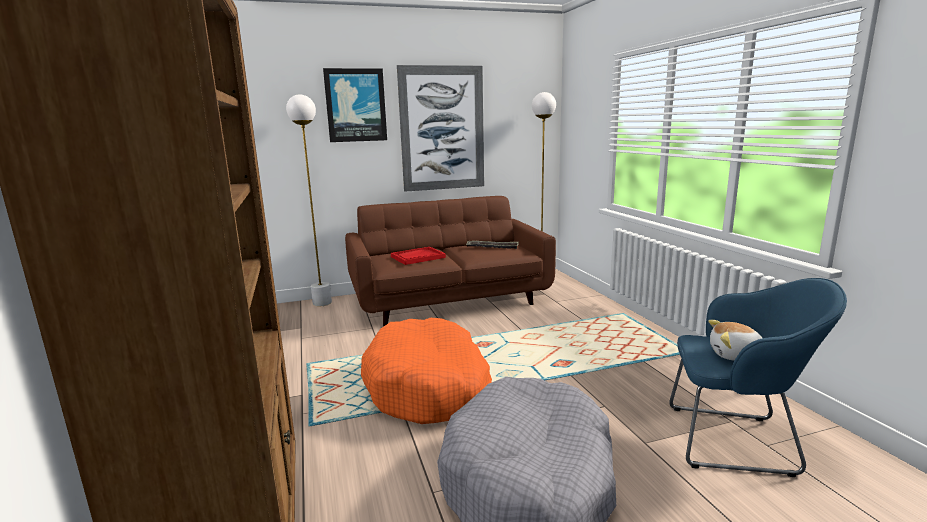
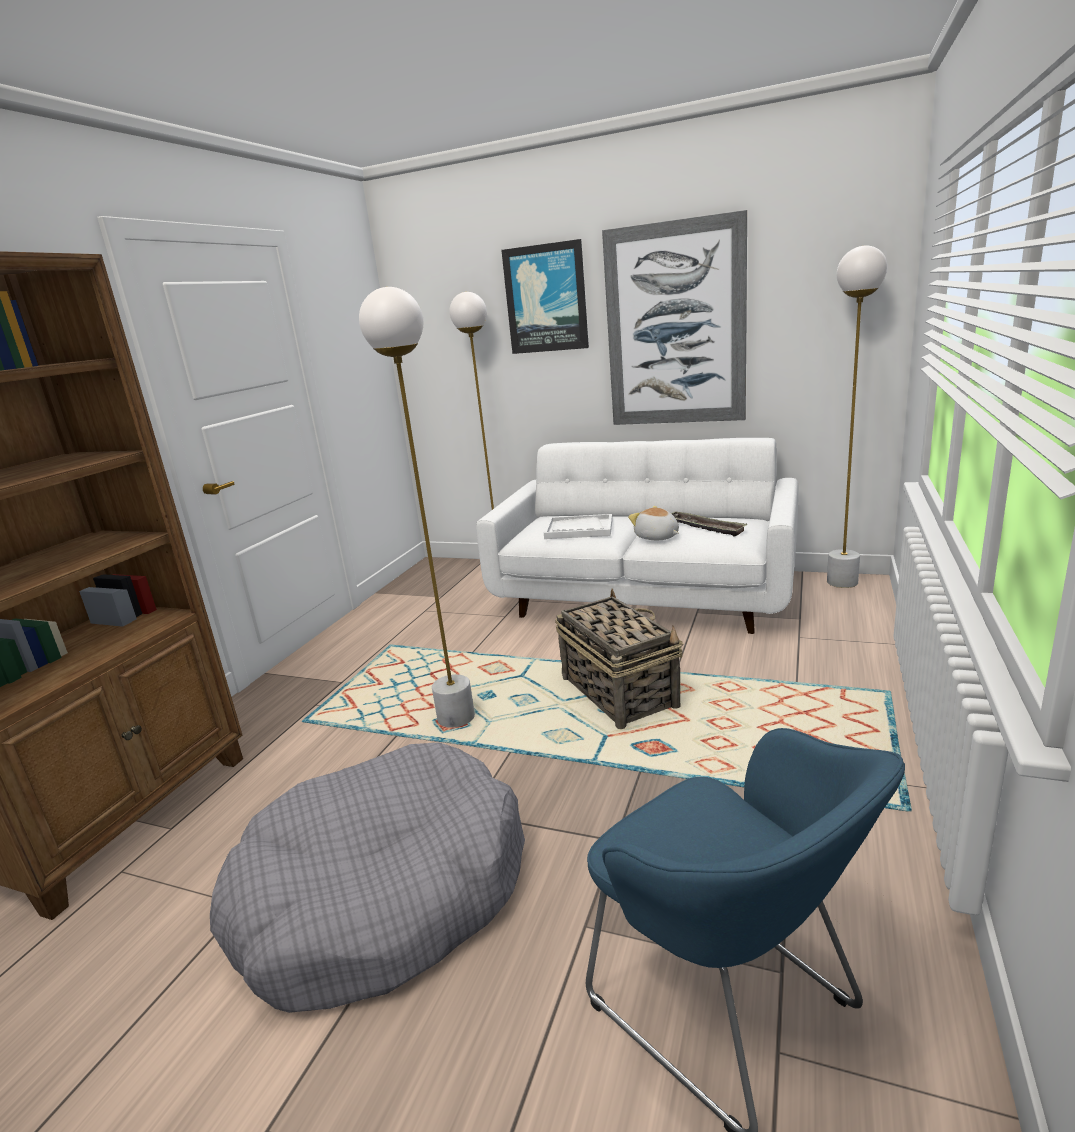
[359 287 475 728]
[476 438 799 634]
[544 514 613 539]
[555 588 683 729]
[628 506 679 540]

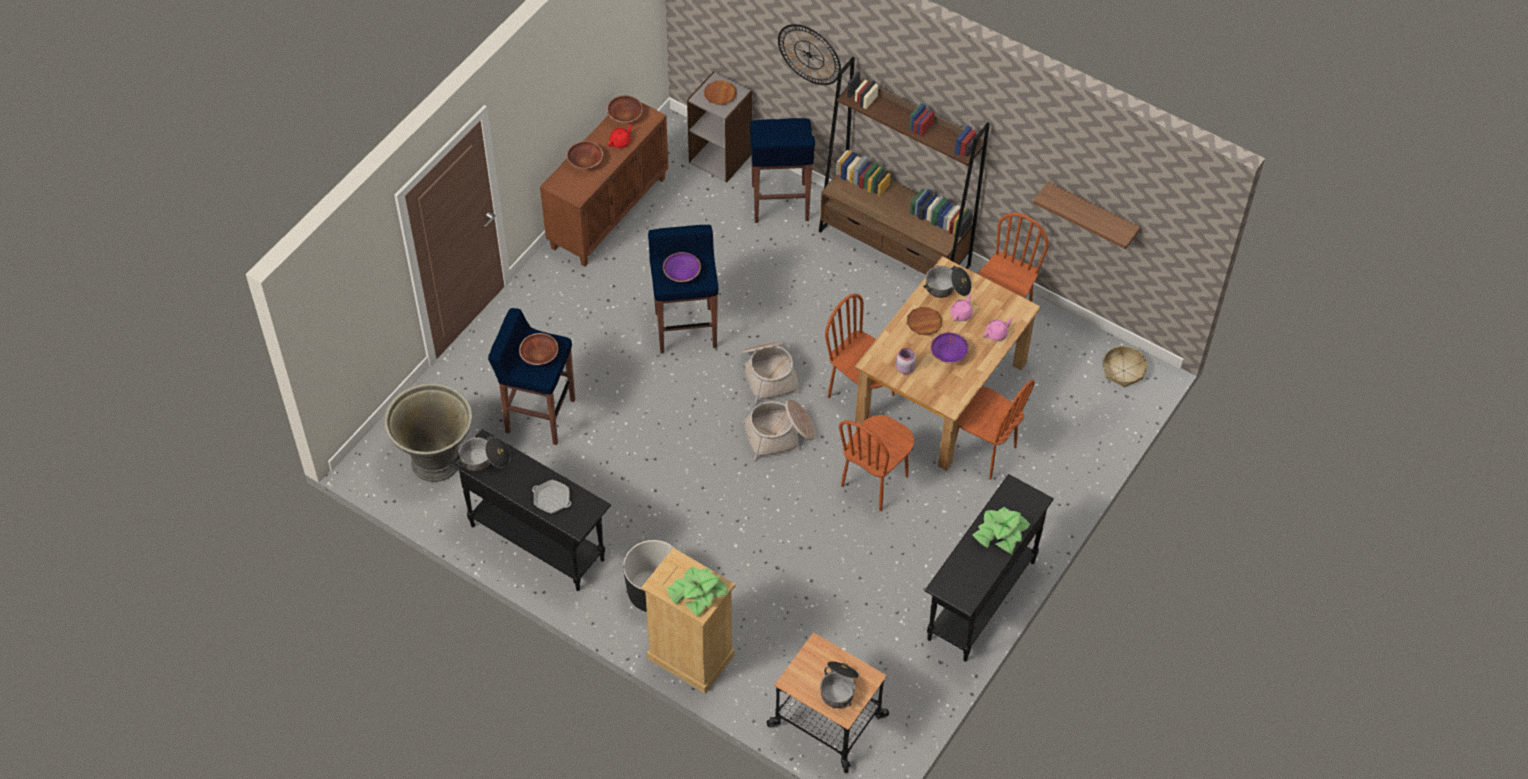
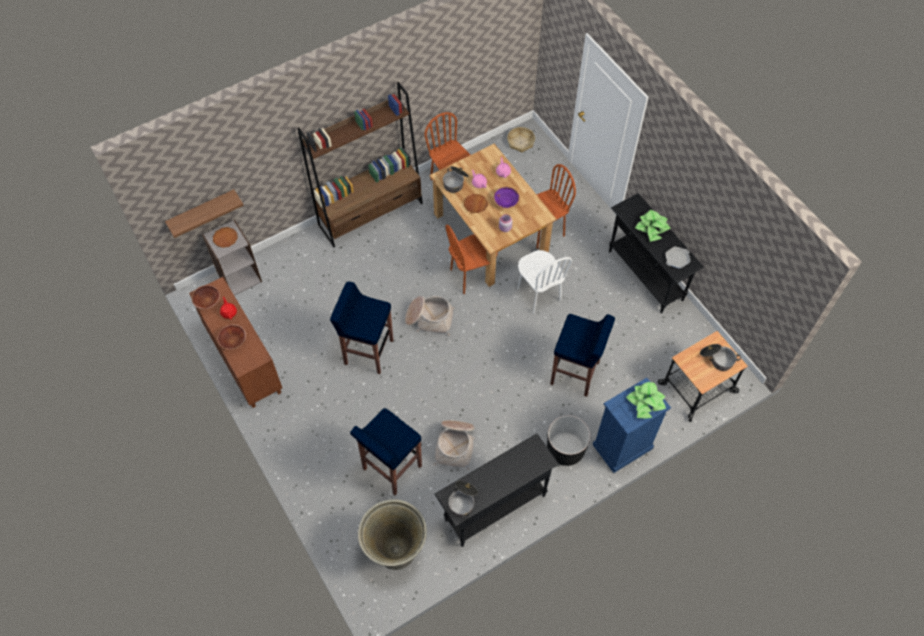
[165 189 244 238]
[434 420 475 470]
[517 250 572 314]
[550 314 615 397]
[593 378 671 473]
[665 246 690 269]
[519 333 558 365] (first image)
[663 252 701 282] (first image)
[778 24 841 85] (first image)

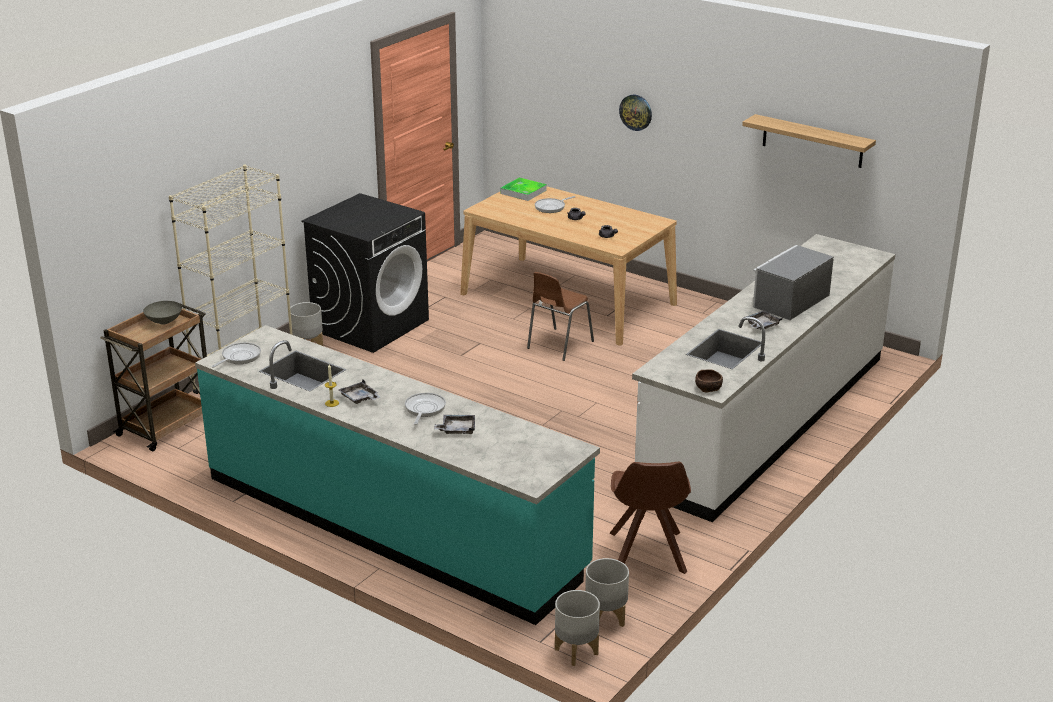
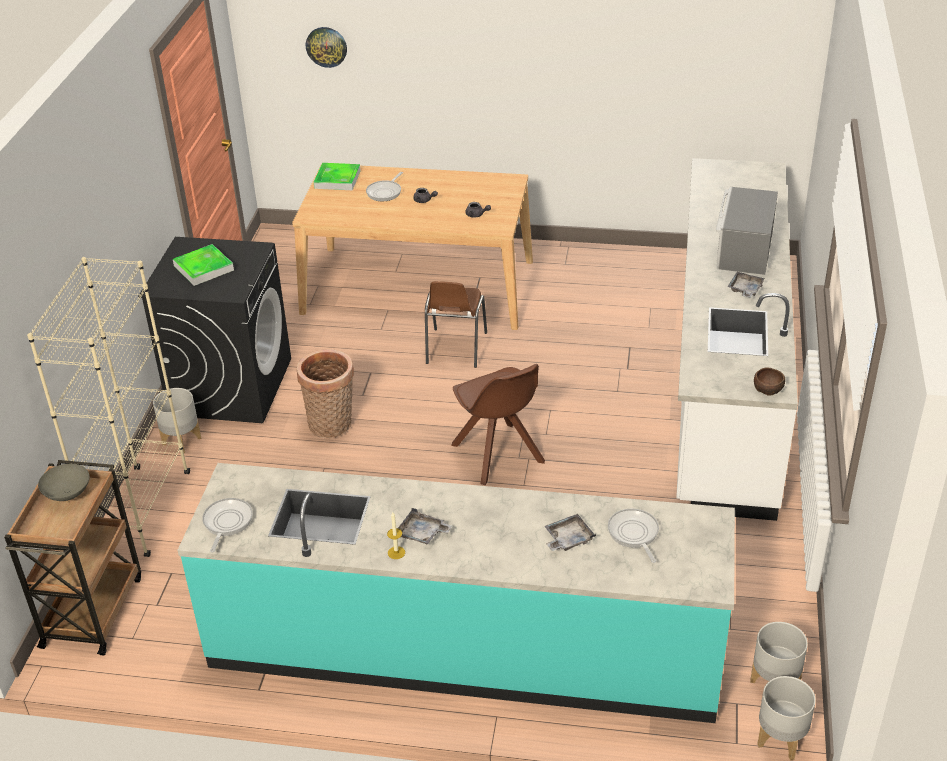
[173 244 234 286]
[297 349 354 438]
[306 27 347 68]
[451 364 545 485]
[608 509 659 563]
[742 114 876 168] (first image)

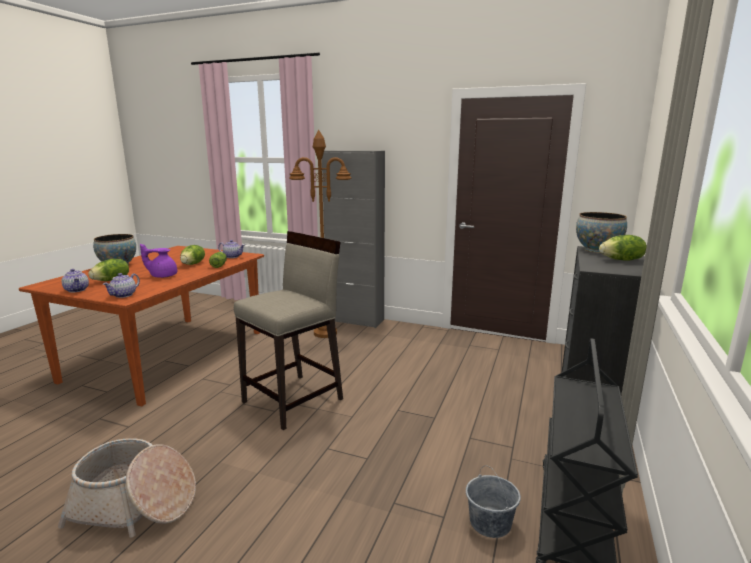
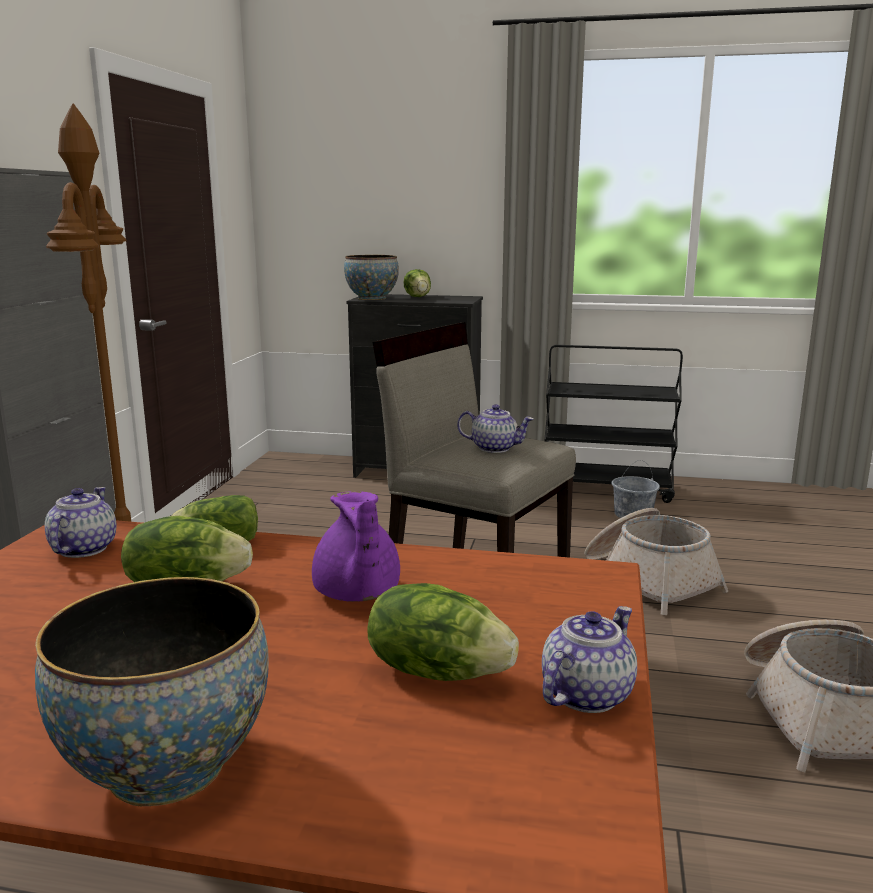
[457 404 534 453]
[585 508 728 615]

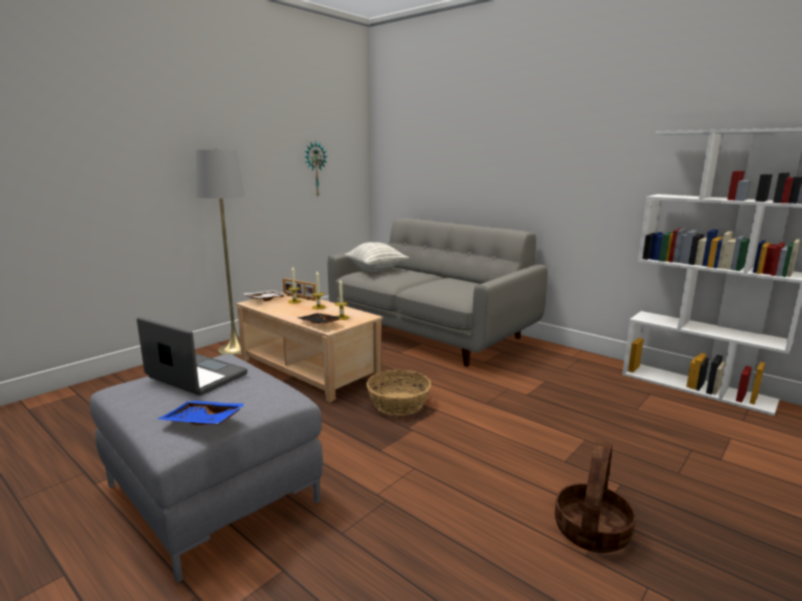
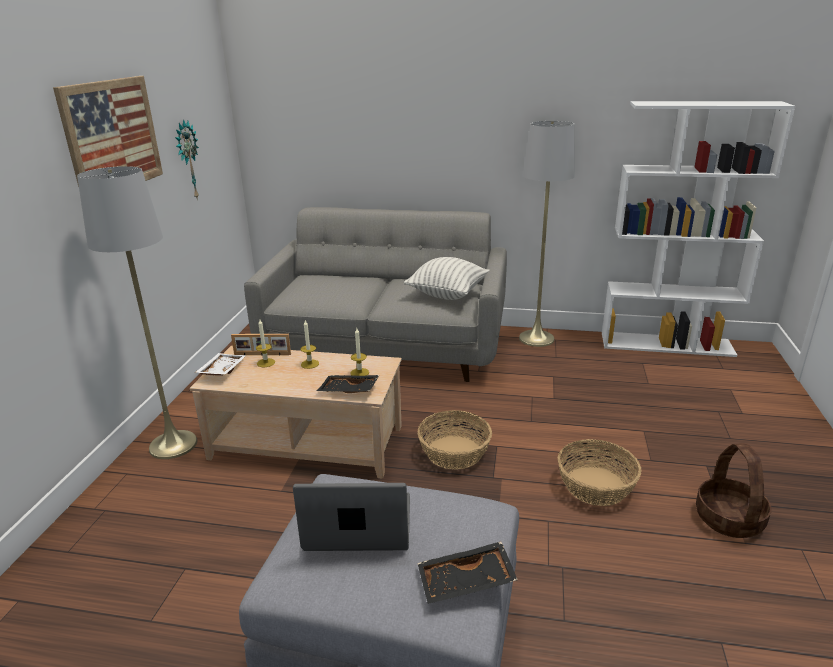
[53 76 163 187]
[404 257 490 300]
[418 541 518 604]
[519 121 575 347]
[558 439 642 506]

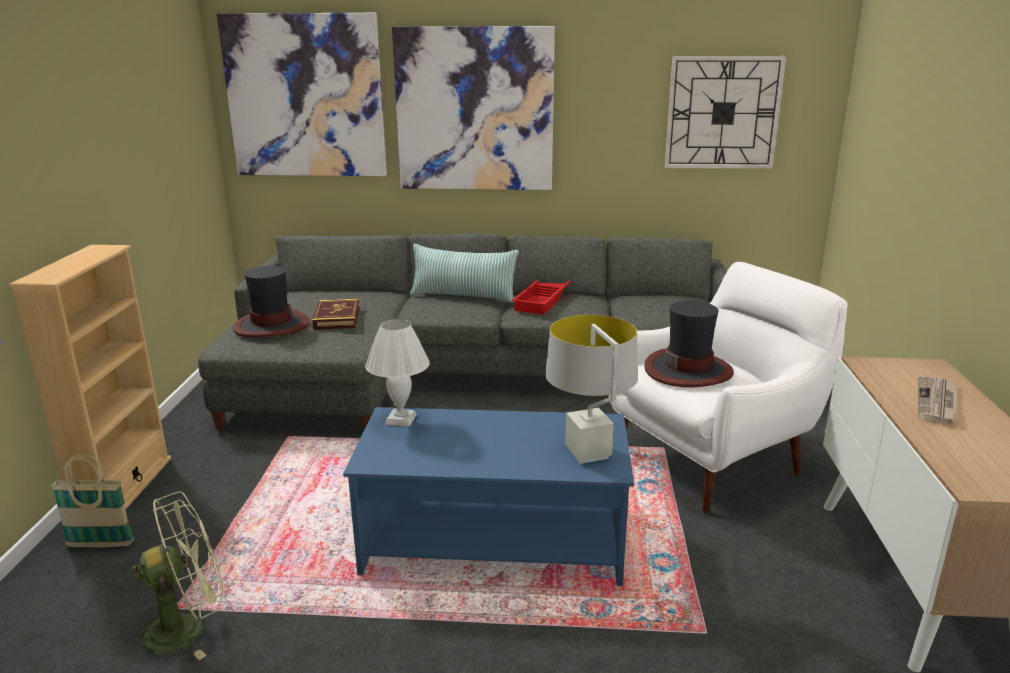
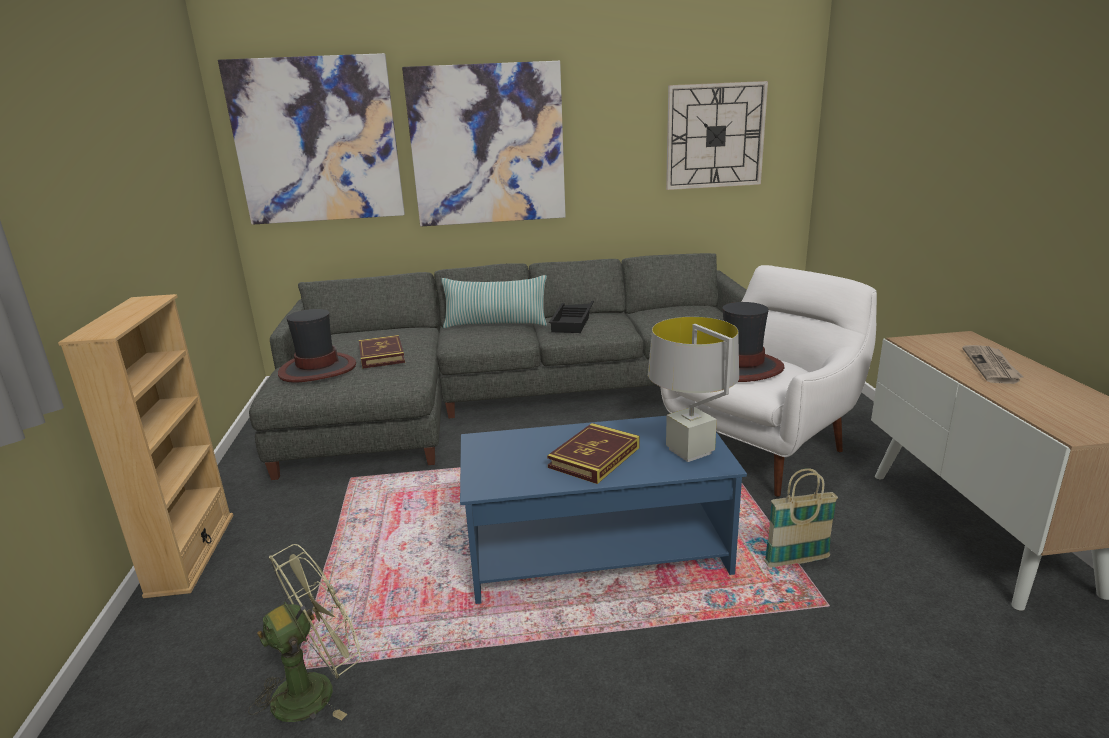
[547 423 640 484]
[549 301 594 333]
[764 468 838 568]
[365 319 430 427] (first image)

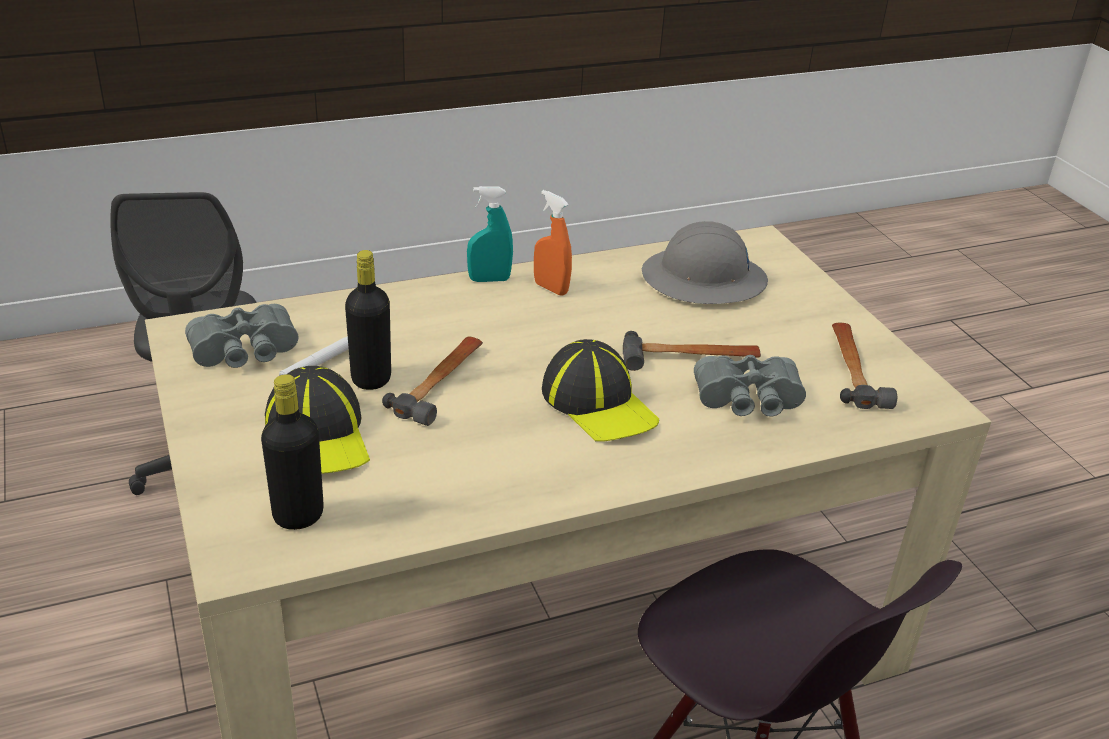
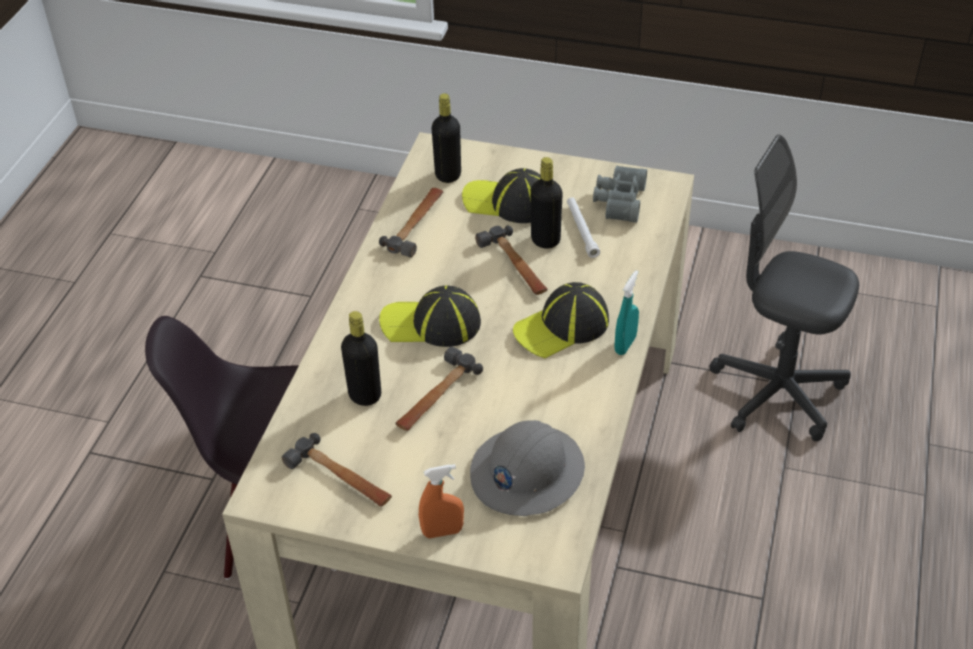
[341 311 381 406]
[379 188 443 257]
[419 464 464 538]
[513 282 609 358]

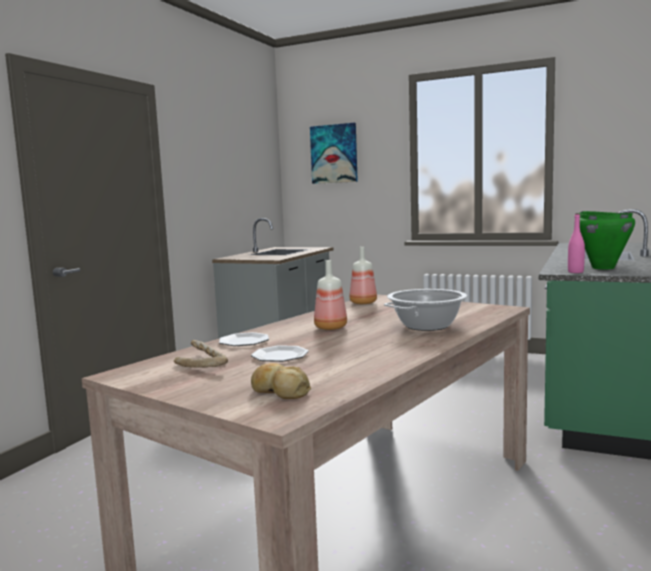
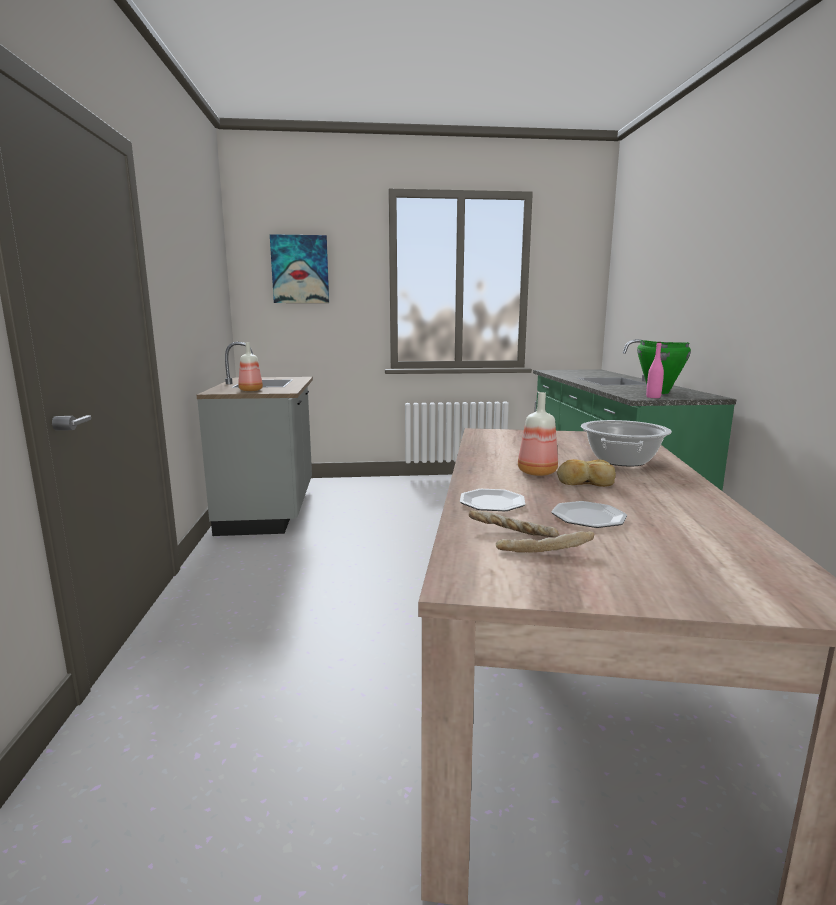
[238 342 263 391]
[557 459 616 487]

